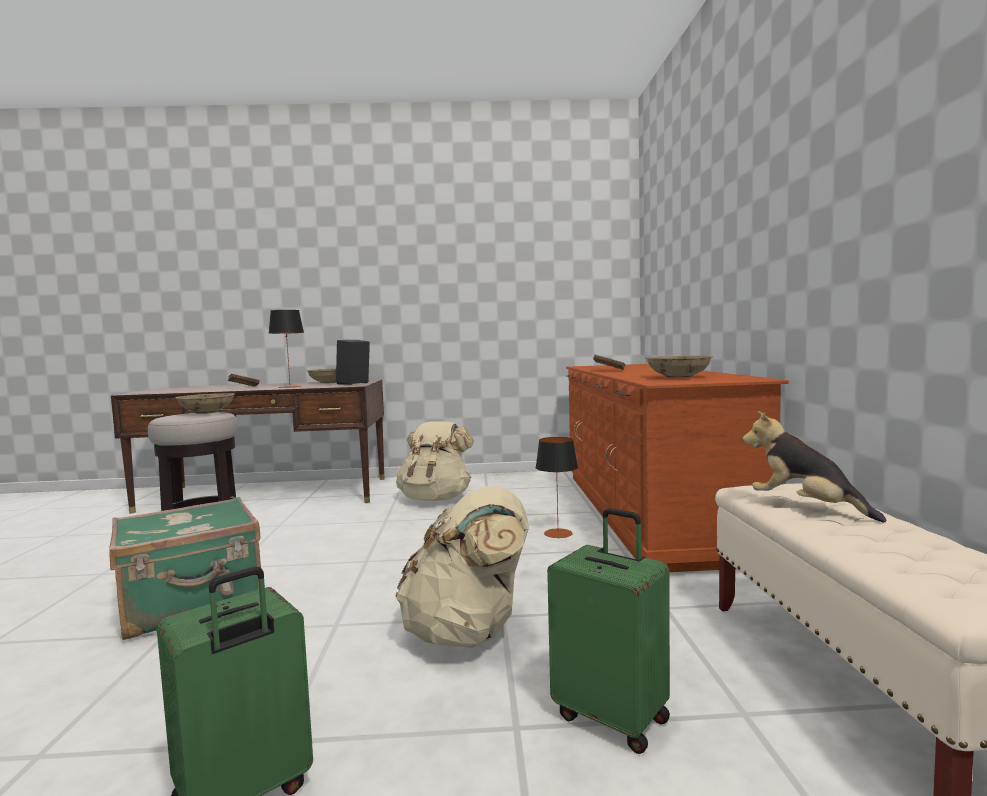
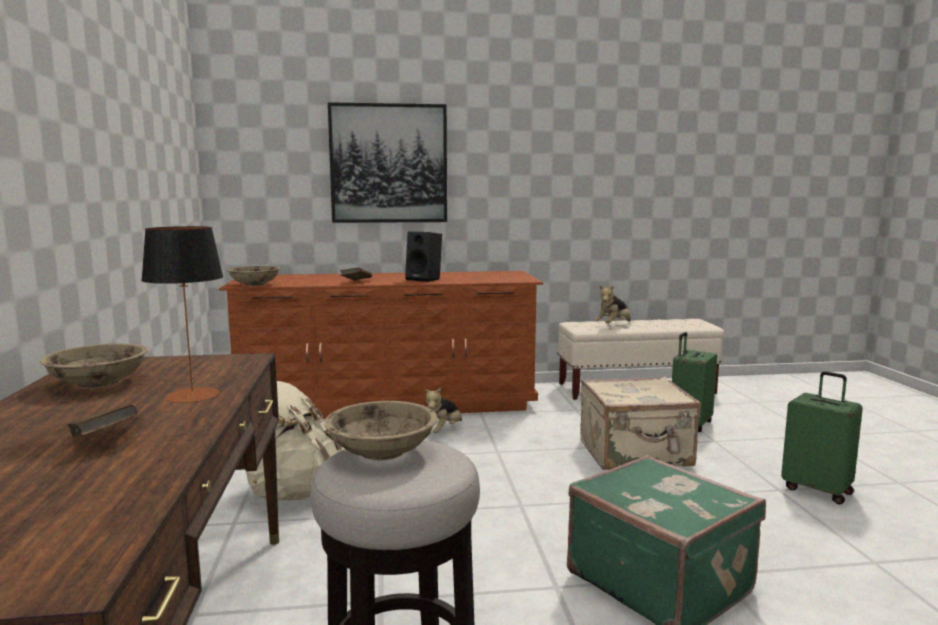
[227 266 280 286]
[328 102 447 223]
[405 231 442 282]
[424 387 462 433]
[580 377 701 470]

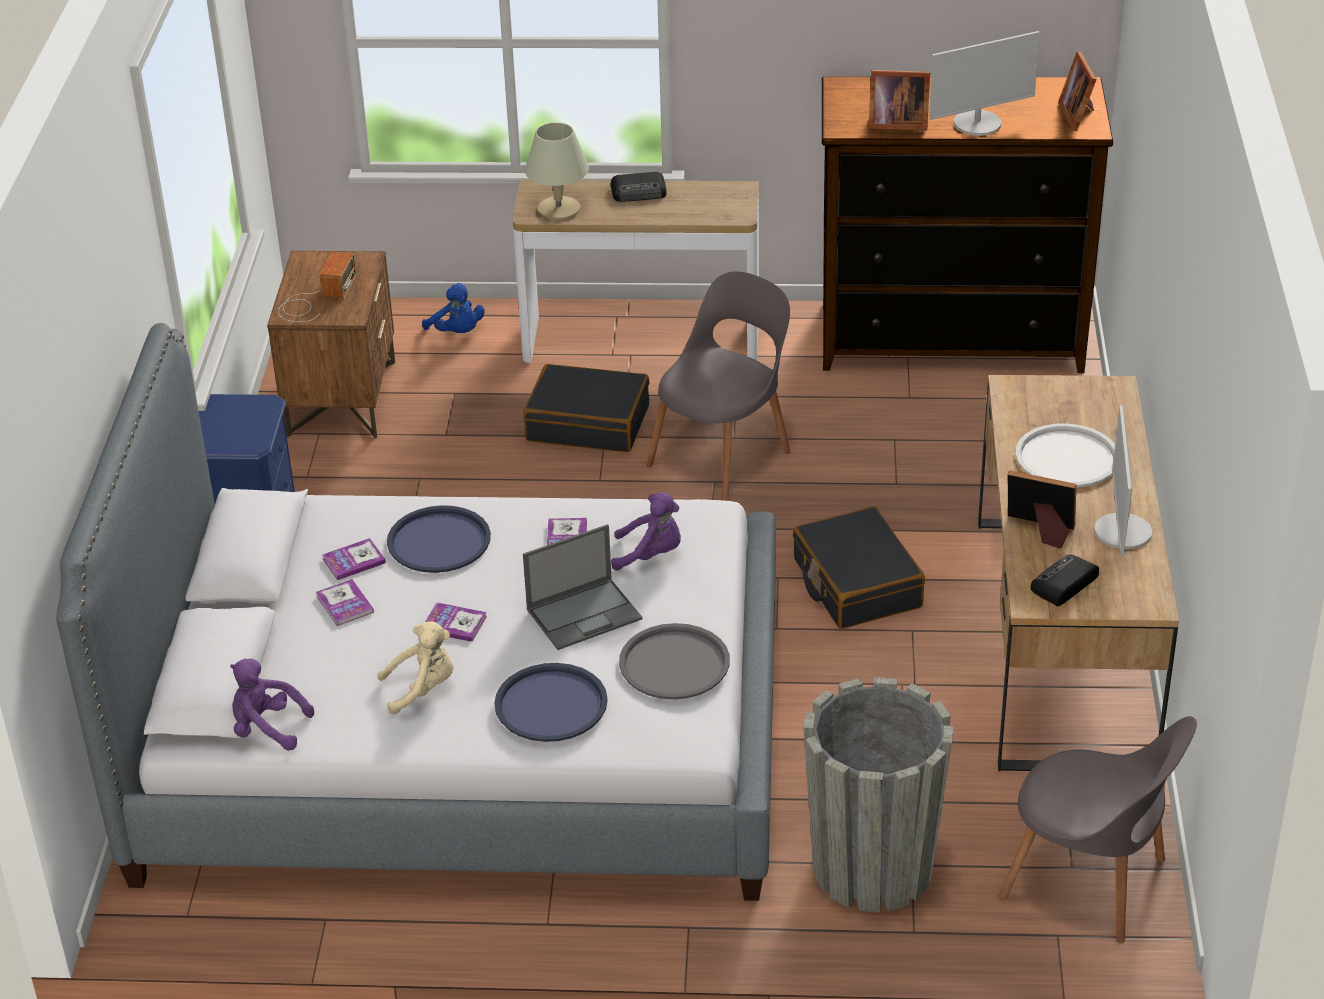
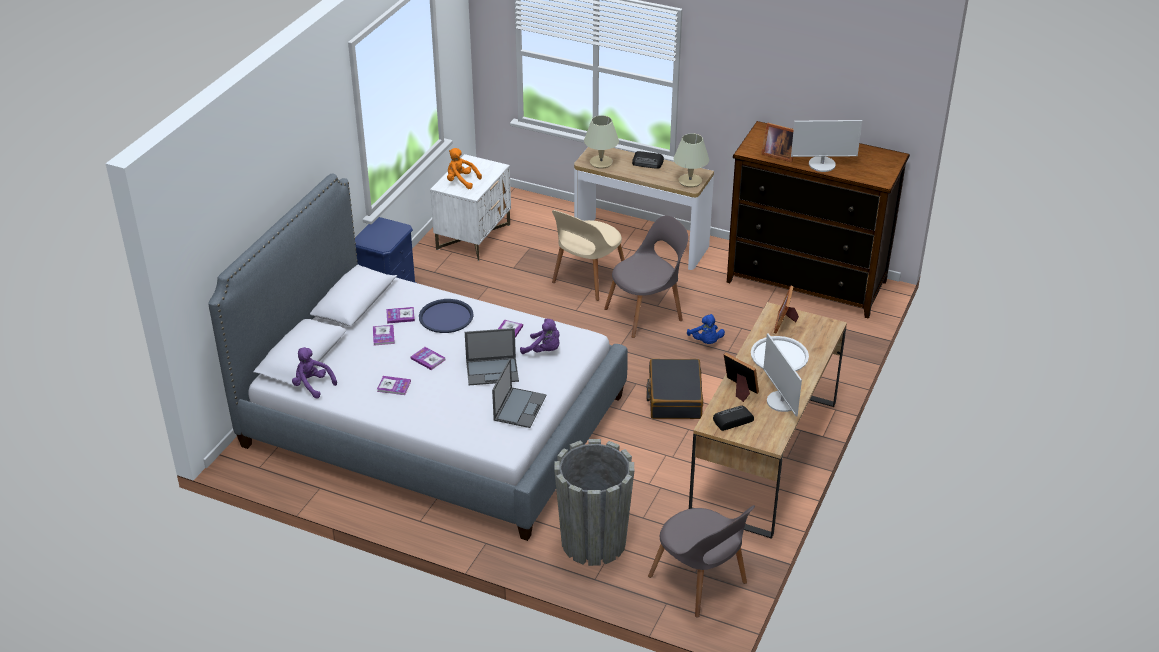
[377 376 411 395]
[430 154 511 261]
[447 148 482 189]
[492 358 546 428]
[552 210 625 301]
[674 133 709 187]
[687 314 725 344]
[763 333 802 416]
[774 286 799 334]
[494 663 608 742] (first image)

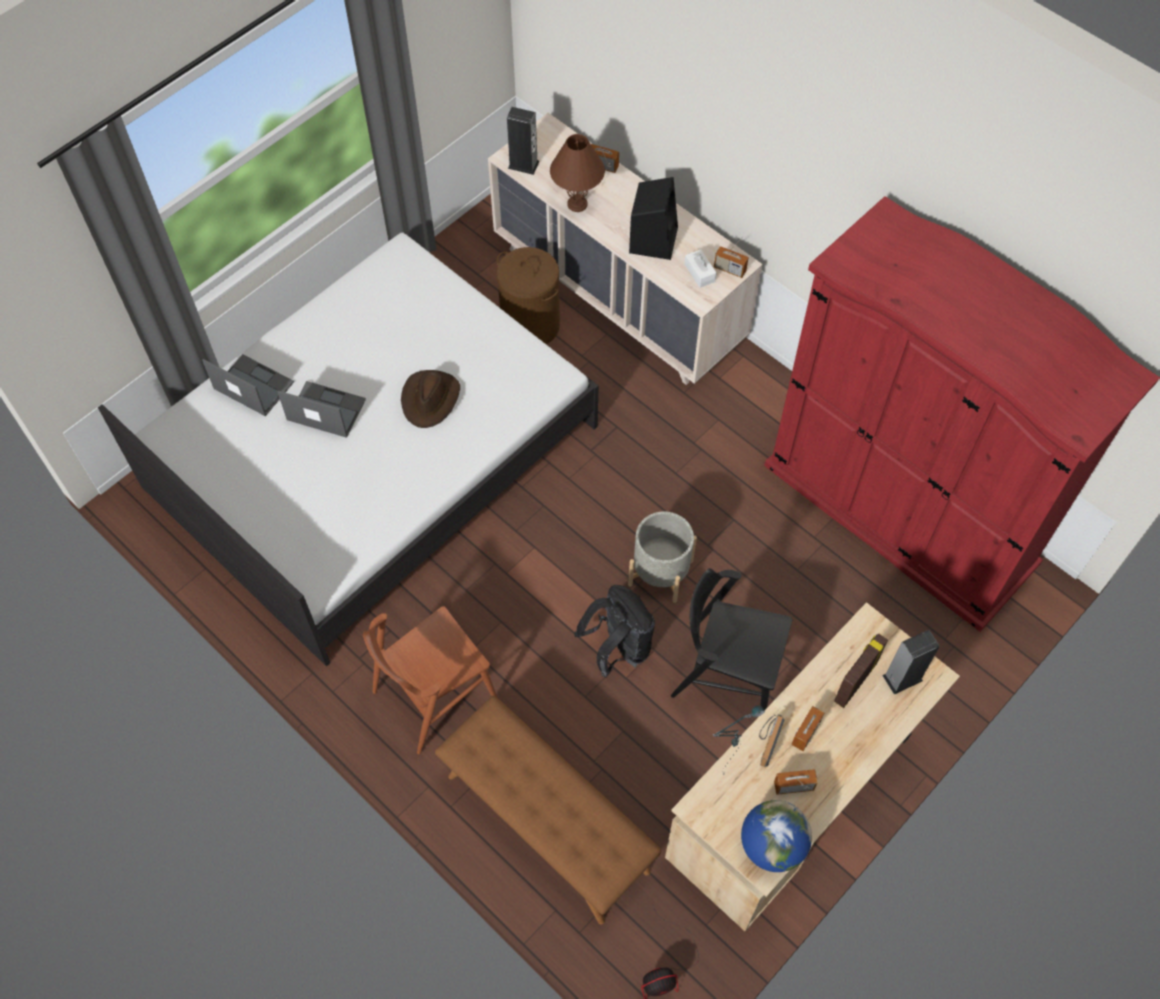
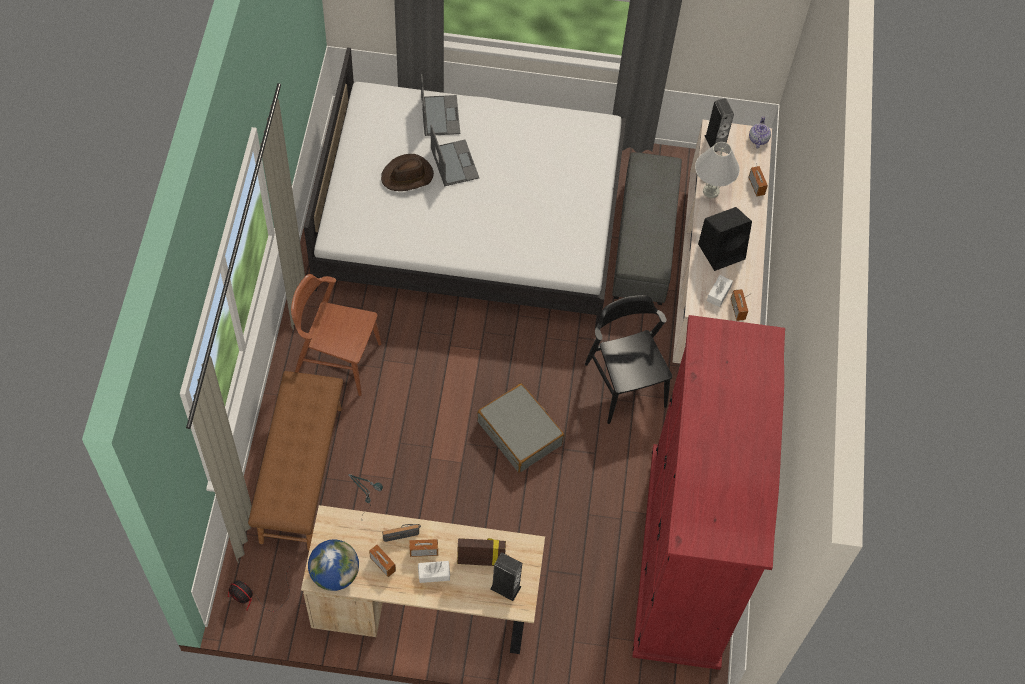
[381 154 434 191]
[418 561 450 583]
[477 384 564 473]
[585 295 672 424]
[612 152 682 305]
[695 142 740 198]
[749 116 771 149]
[574 585 655 678] (first image)

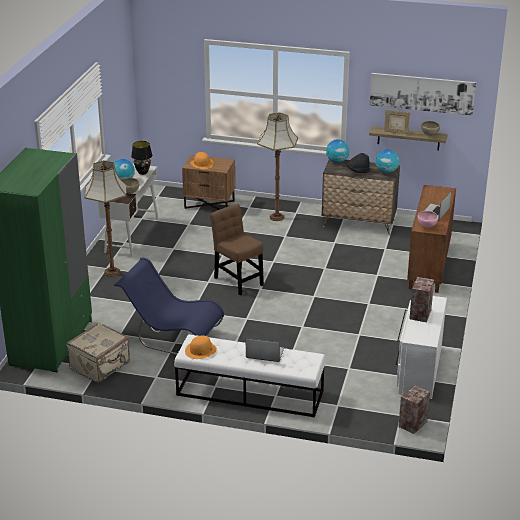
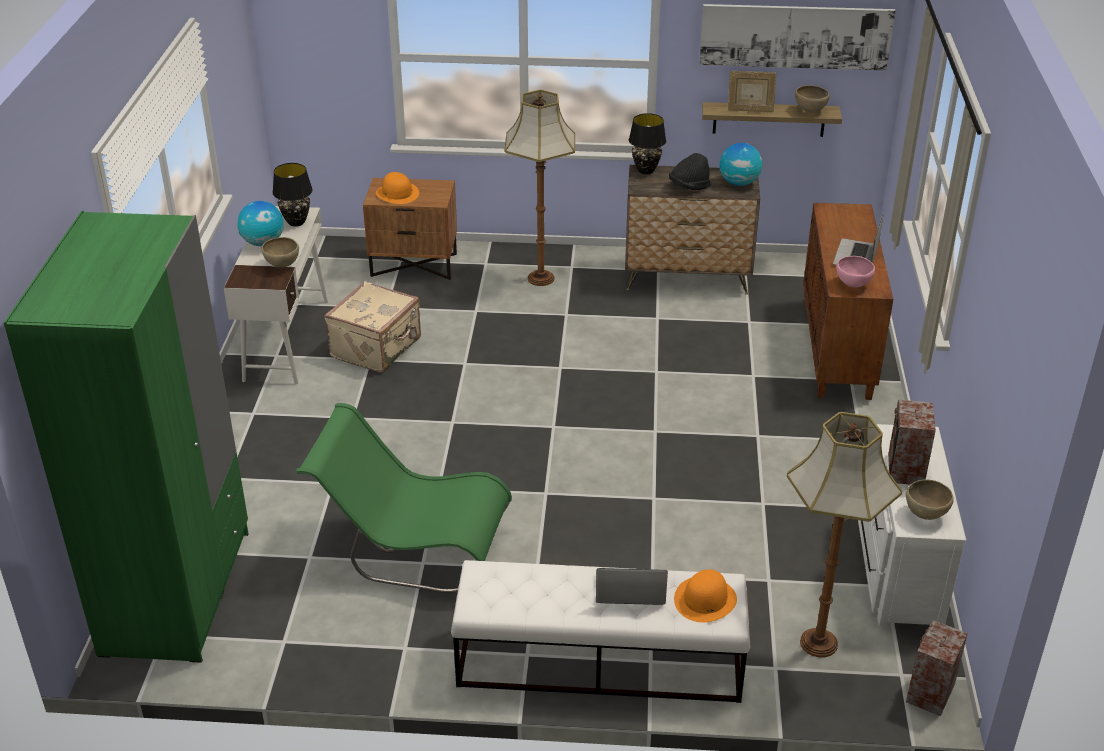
[296 403 512 593]
[324 281 421 373]
[629 113 666 174]
[674 569 737 623]
[787 412 902 657]
[906 479 954 520]
[210 204 264 295] (first image)

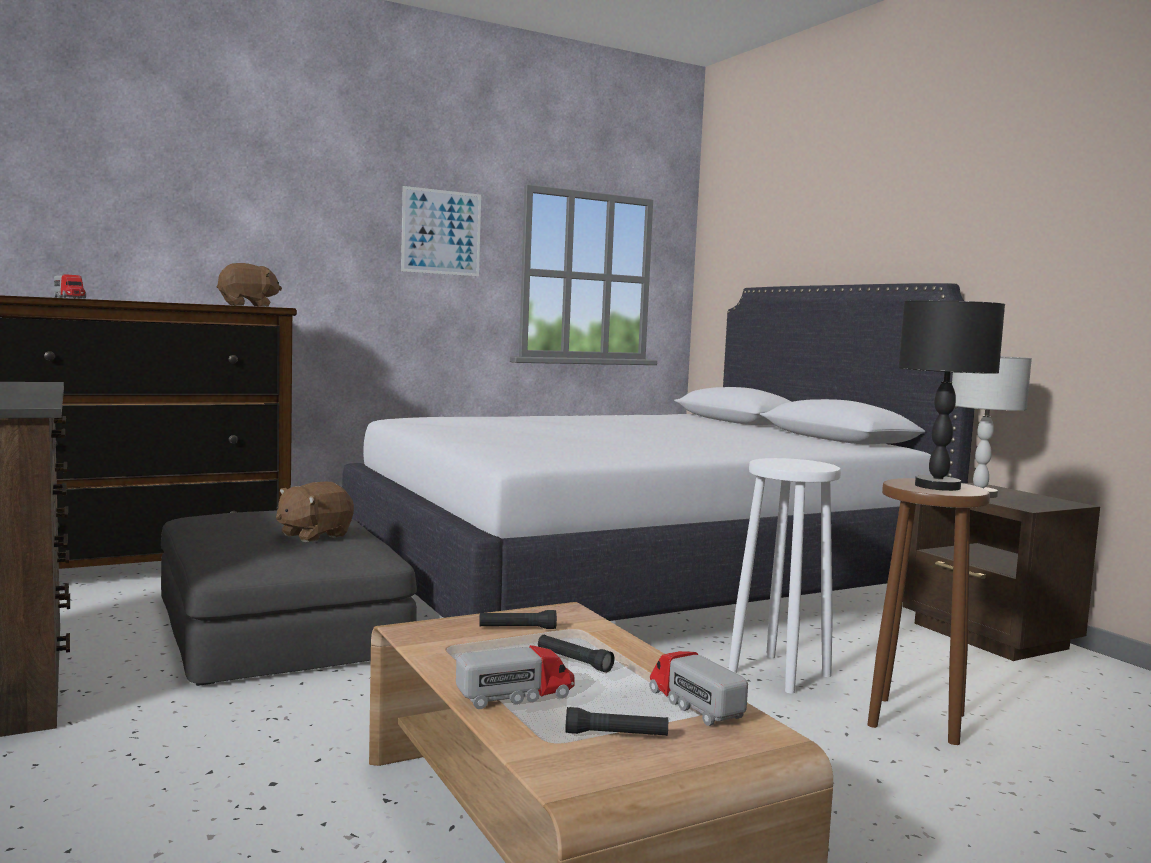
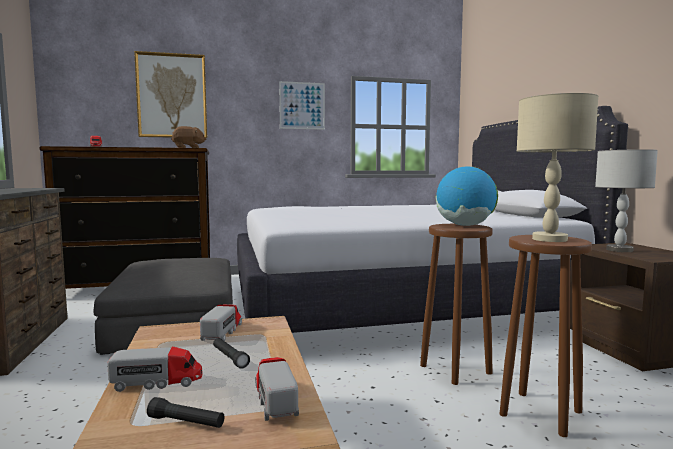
[134 51 207 138]
[200 304 242 341]
[420 224 493 385]
[436 166 498 226]
[517 93 599 242]
[276 482 354 542] (first image)

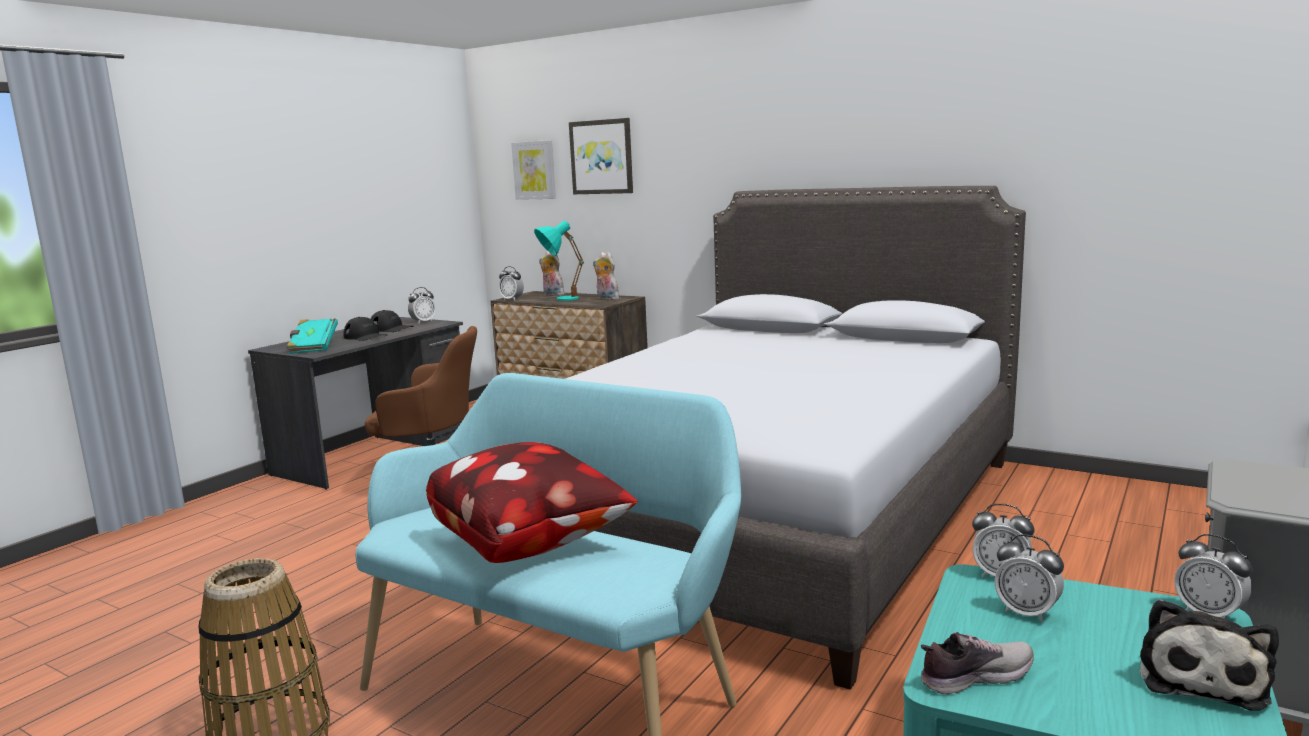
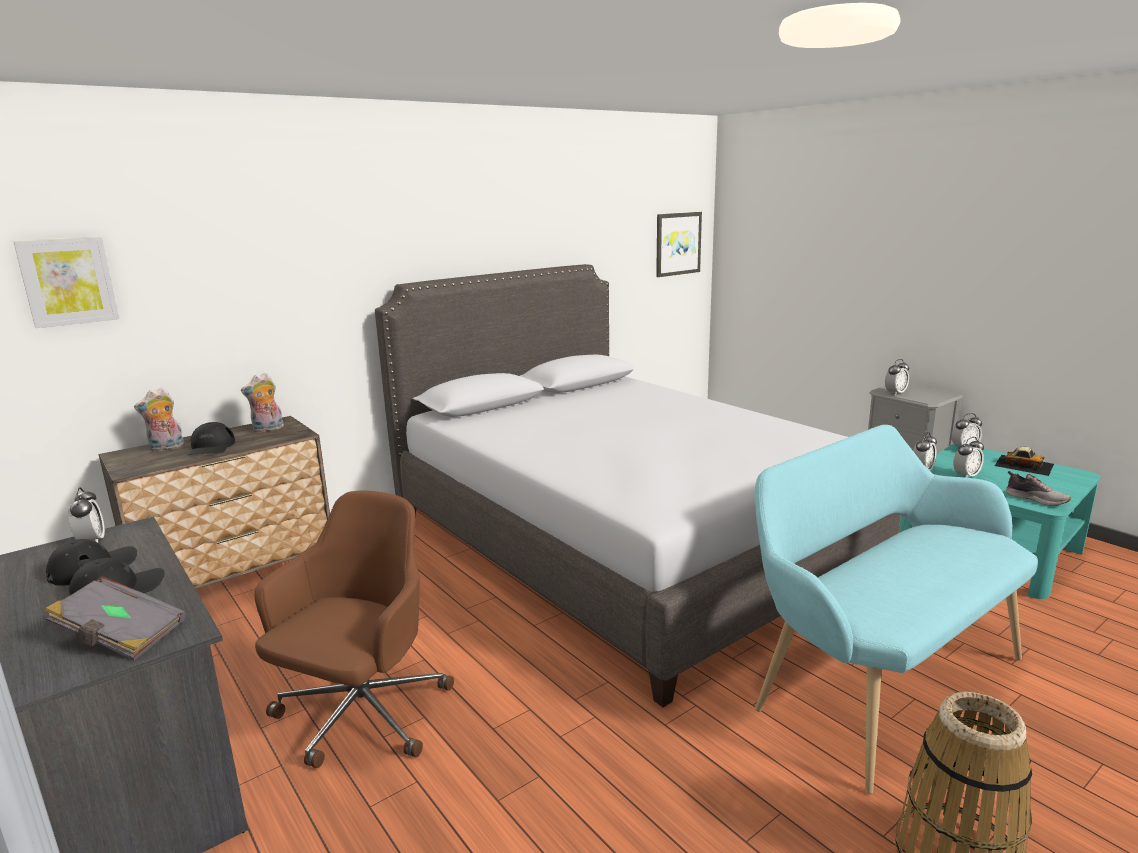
[45 576 186 661]
[187 422 235 455]
[656 212 702 277]
[885 359 909 396]
[995 447 1054 476]
[1006 471 1071 506]
[426 442 637 563] (first image)

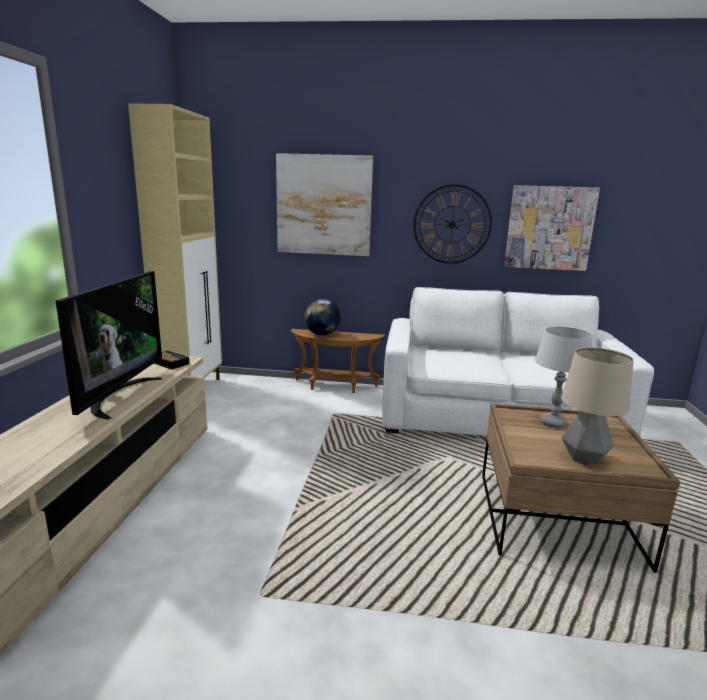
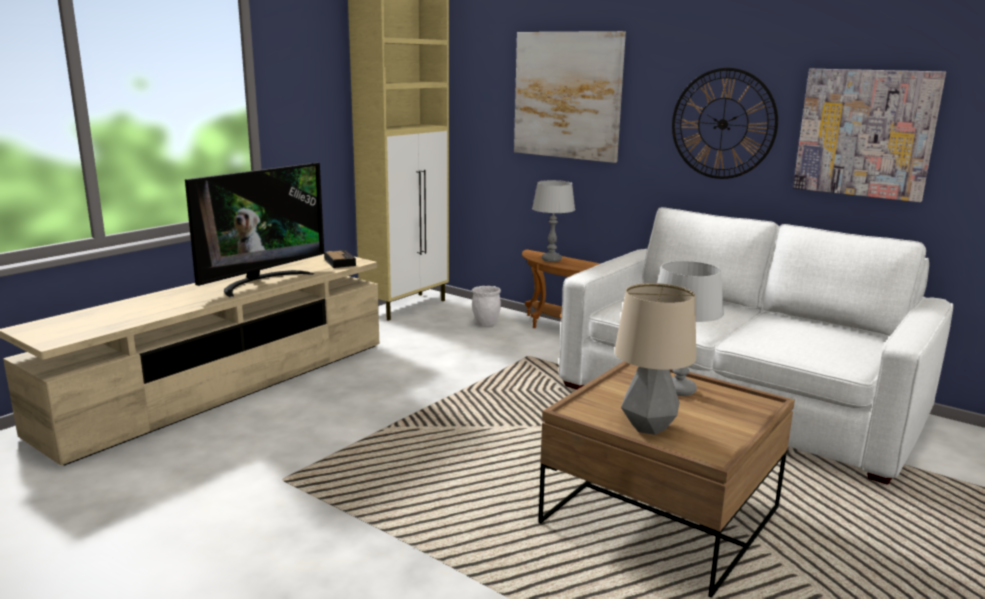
[472 286 501 326]
[532 180 575 262]

